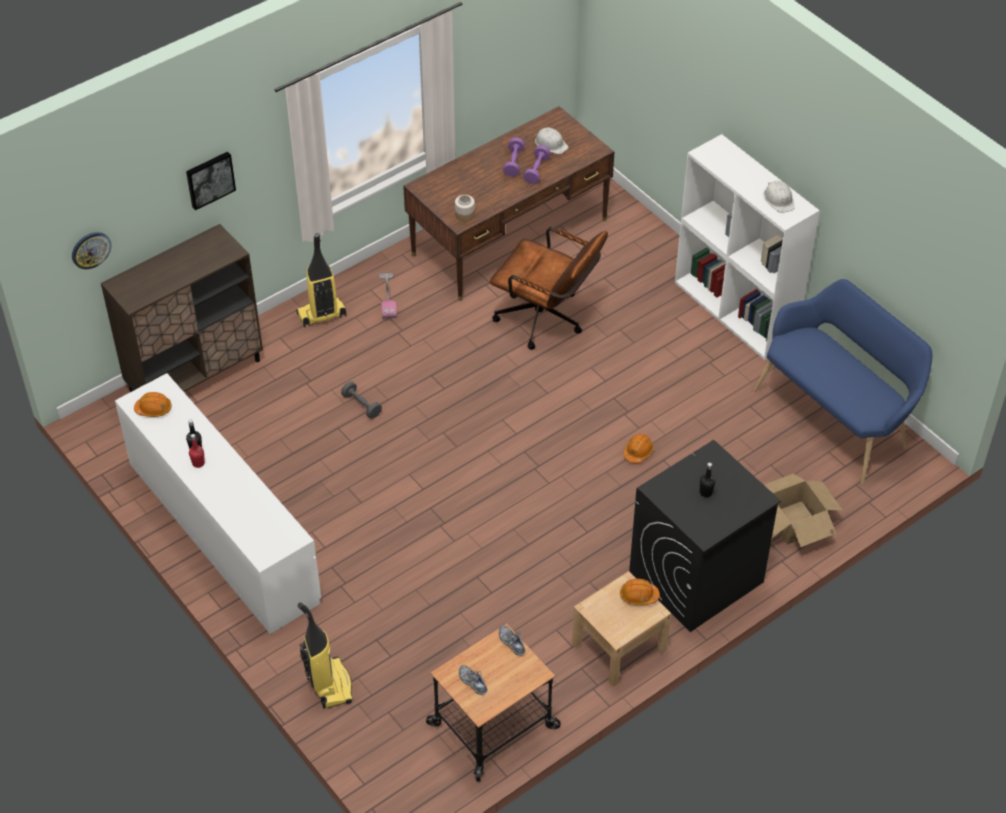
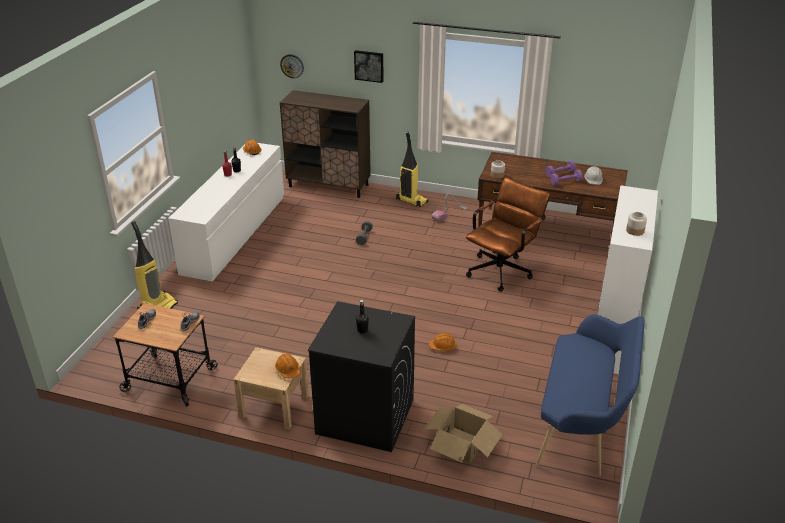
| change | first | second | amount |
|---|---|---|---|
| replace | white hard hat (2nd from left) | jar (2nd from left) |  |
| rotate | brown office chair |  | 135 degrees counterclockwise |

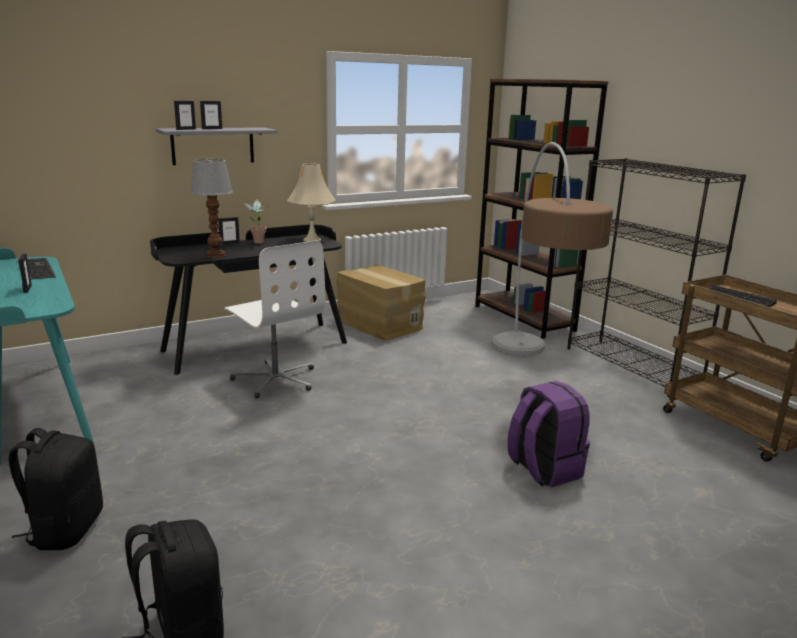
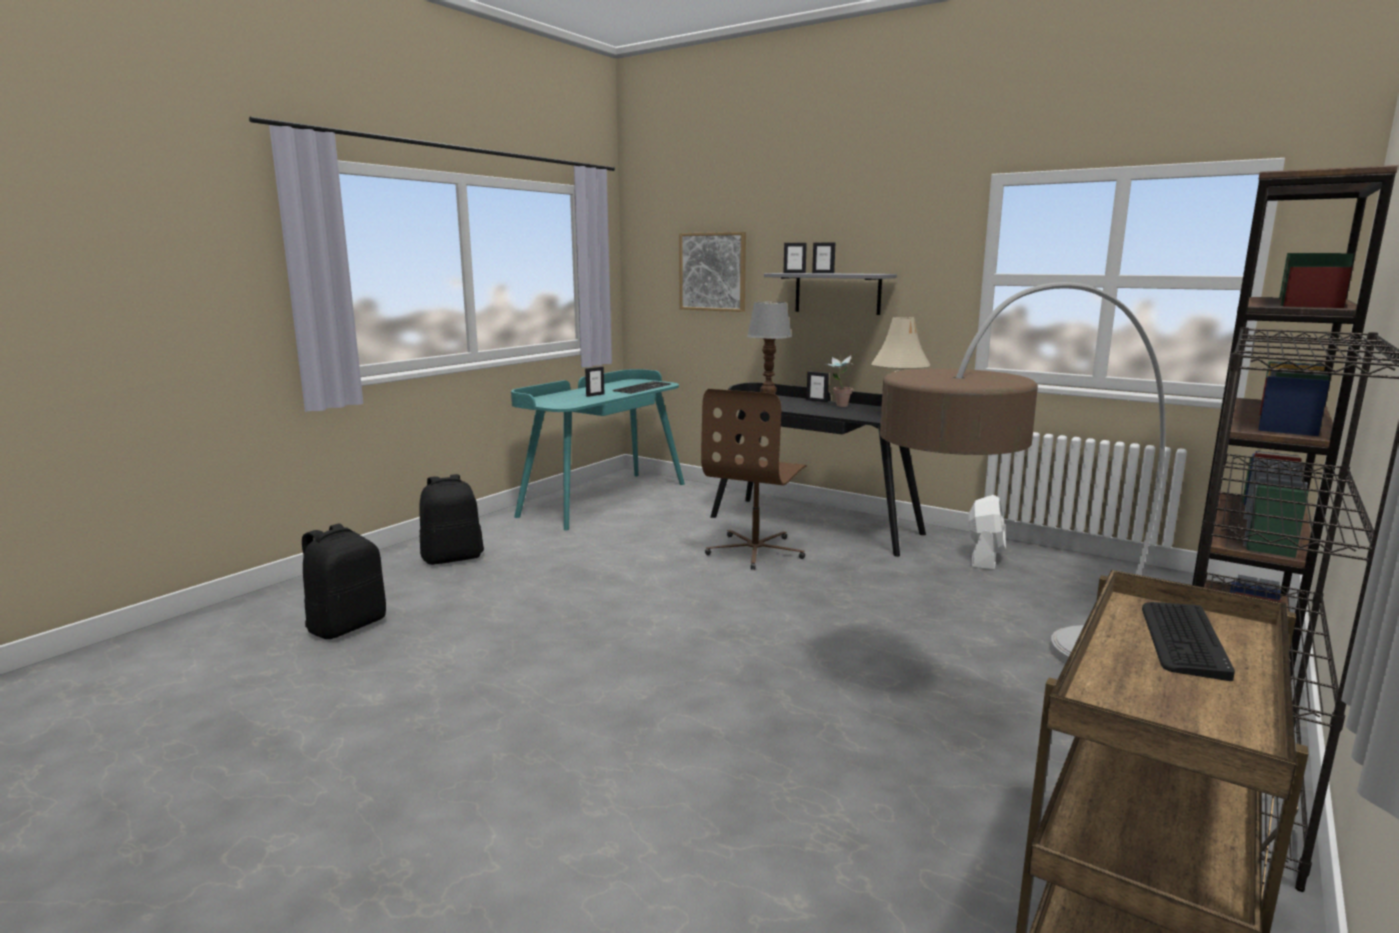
| change | first | second | amount |
|---|---|---|---|
| recolor | white office chair | brown office chair |  |
| replace | cardboard box | white fan |  |
| delete | purple backpack |  |  |
| insert |  | picture |  |

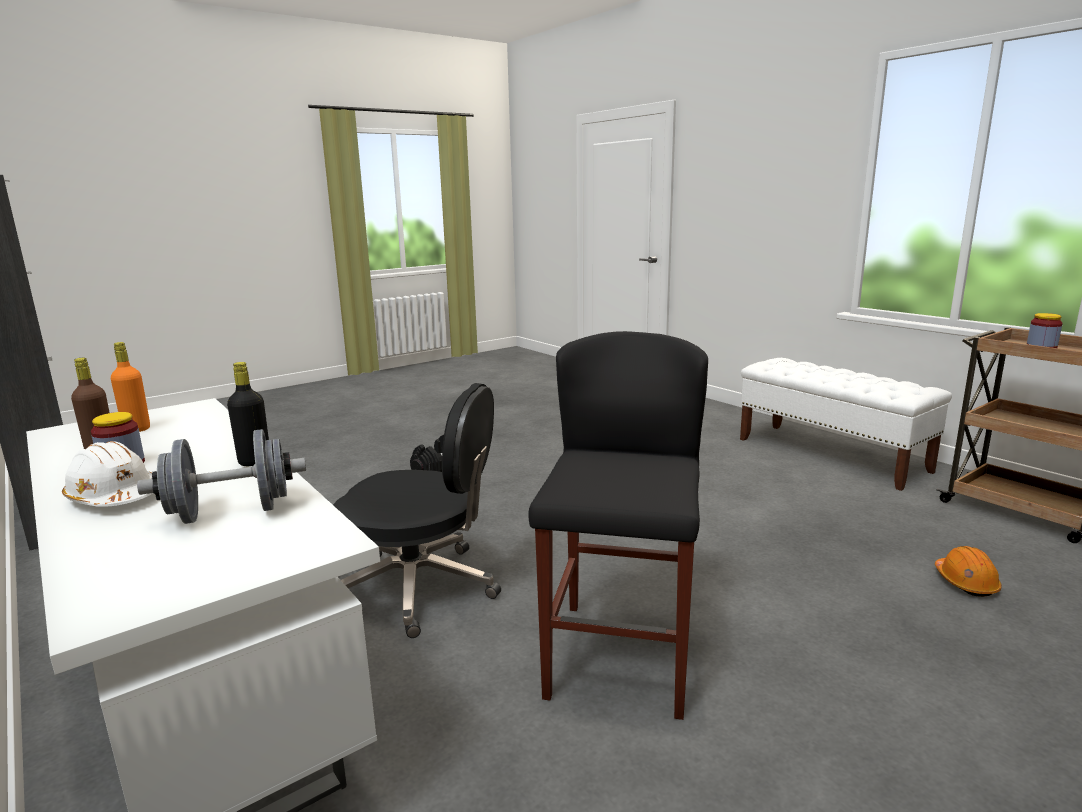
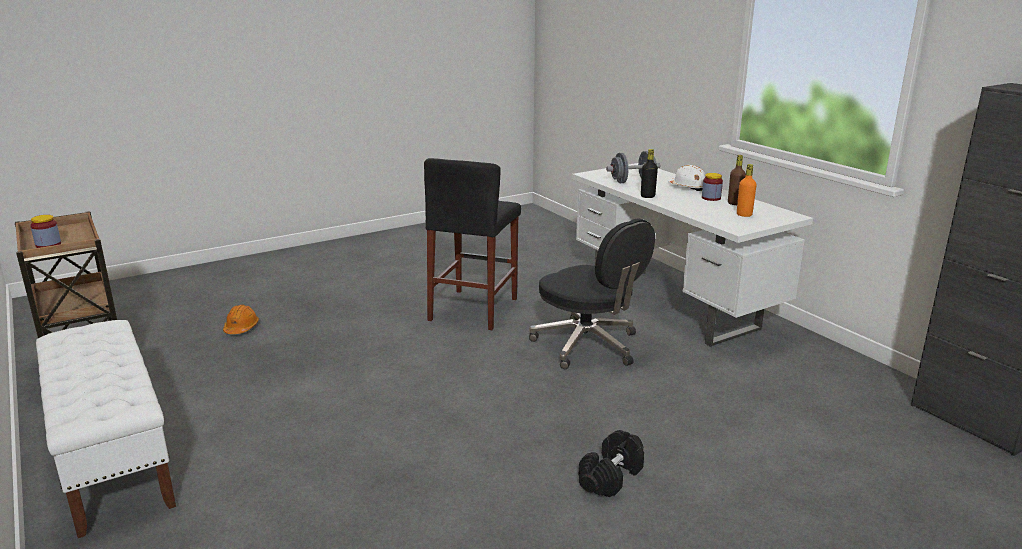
| change | first | second | amount |
|---|---|---|---|
| rotate | black office chair |  | 150 degrees counterclockwise |

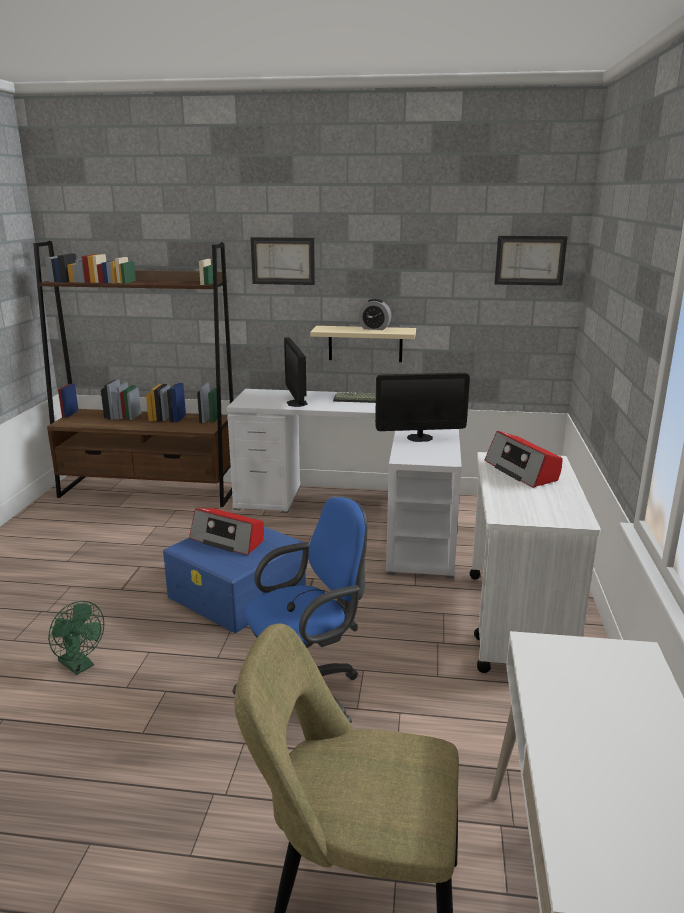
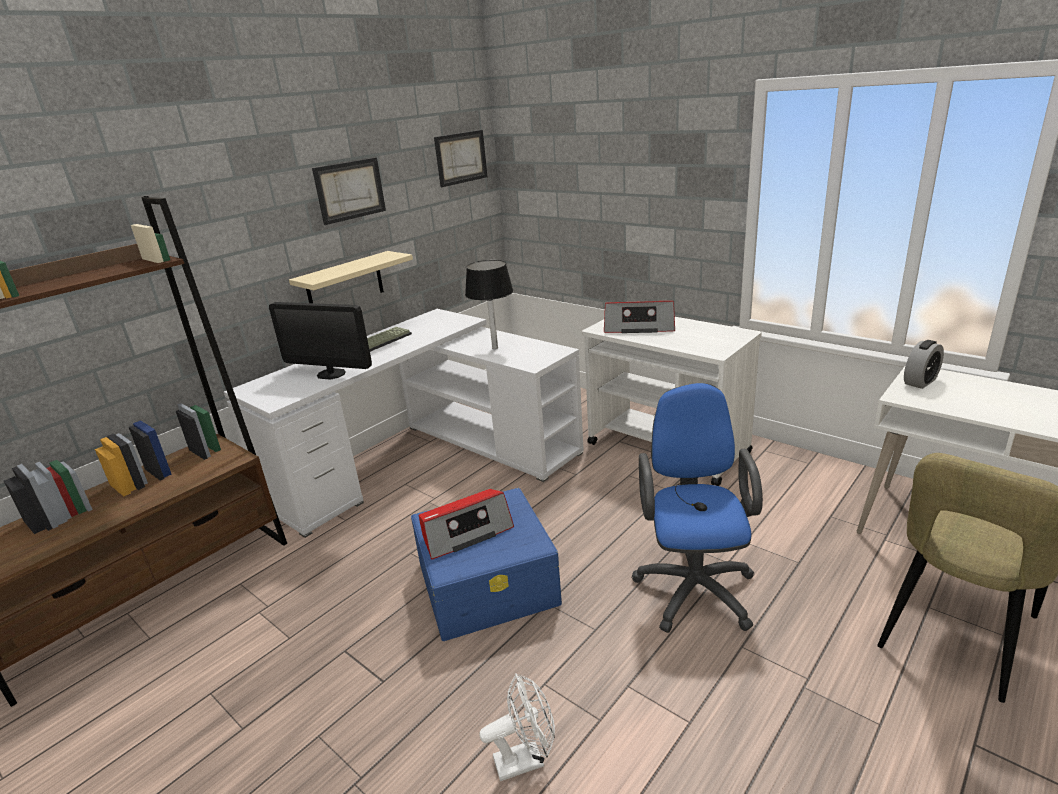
| change | first | second | amount |
|---|---|---|---|
| move | picture (1st from left) |  |  |
| move | alarm clock |  |  |
| replace | monitor (2nd from left) | black table lamp |  |
| recolor | green fan | white fan |  |

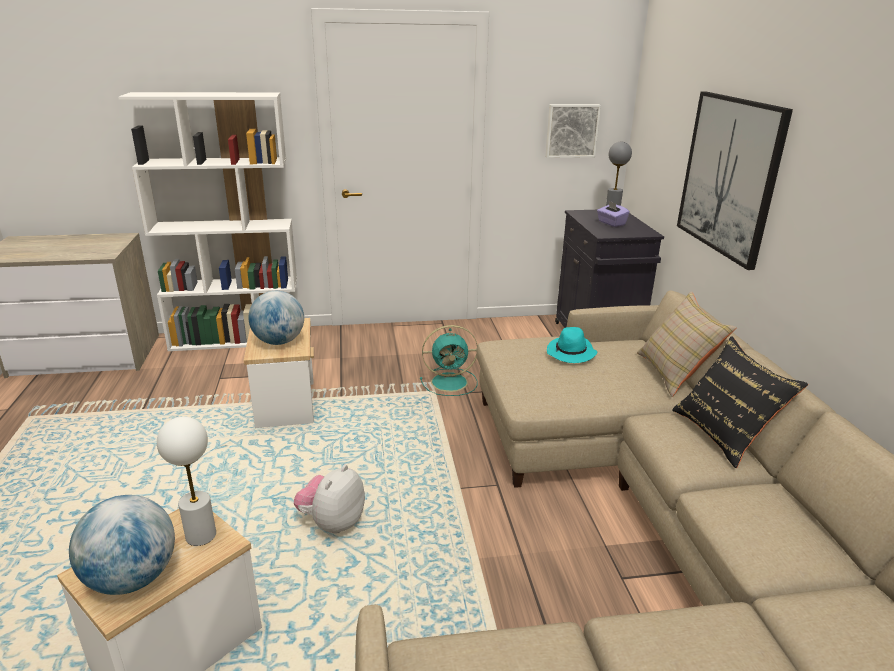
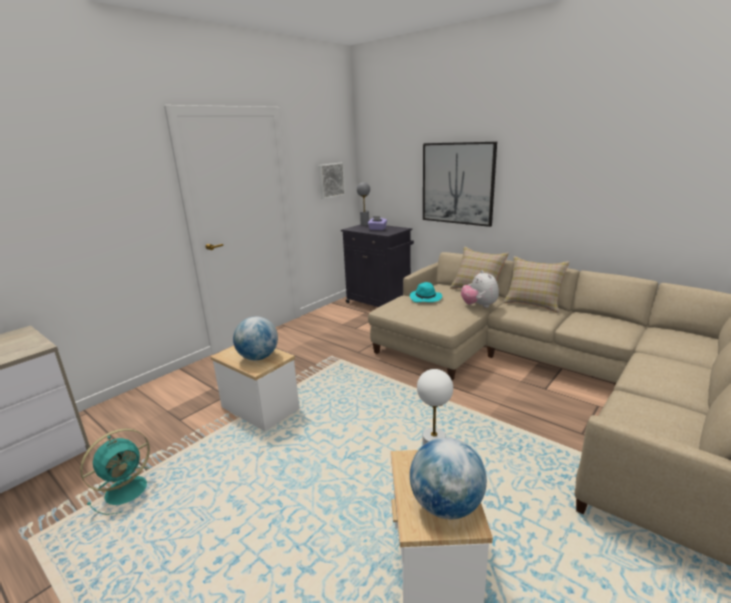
| change | first | second | amount |
|---|---|---|---|
| delete | white bookcase |  |  |
| move | turquoise fan |  |  |
| recolor | black pillow | beige pillow (2nd from left) |  |
| move | plush toy |  |  |

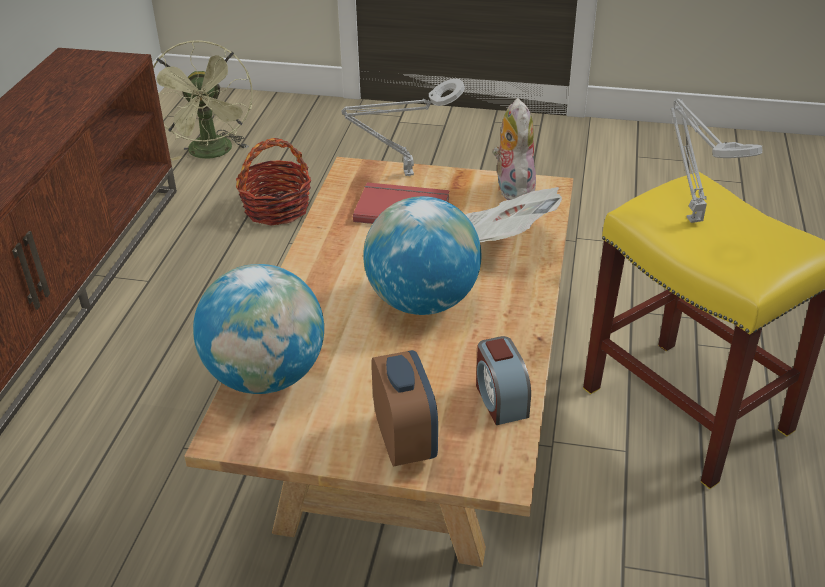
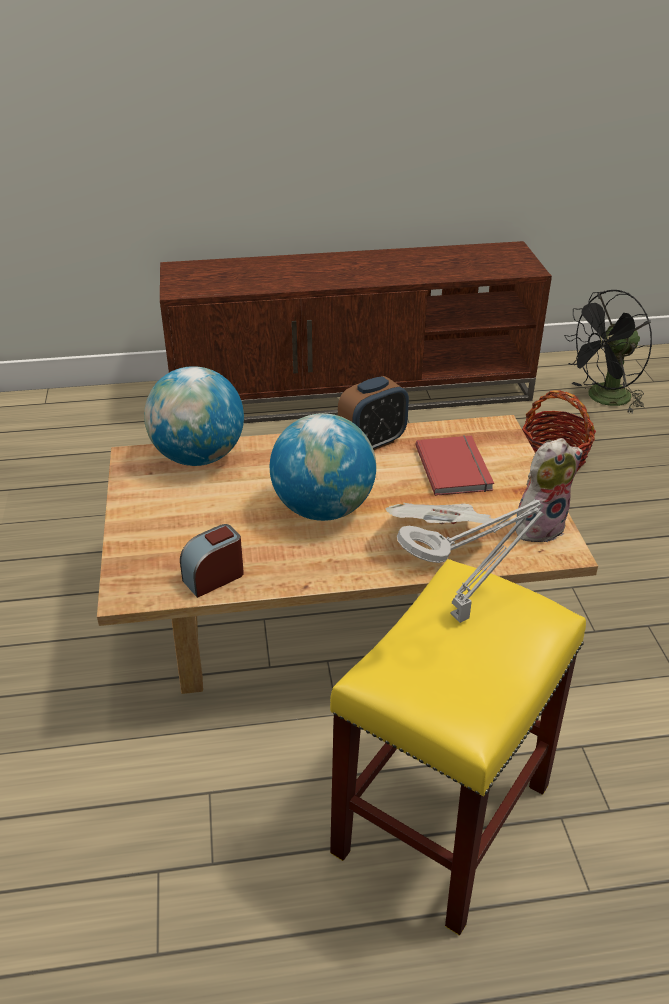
| change | first | second | amount |
|---|---|---|---|
| recolor | green fan | black fan |  |
| delete | grey table lamp (1st from left) |  |  |
| move | alarm clock (1st from left in the first image) | alarm clock (2nd from left) |  |

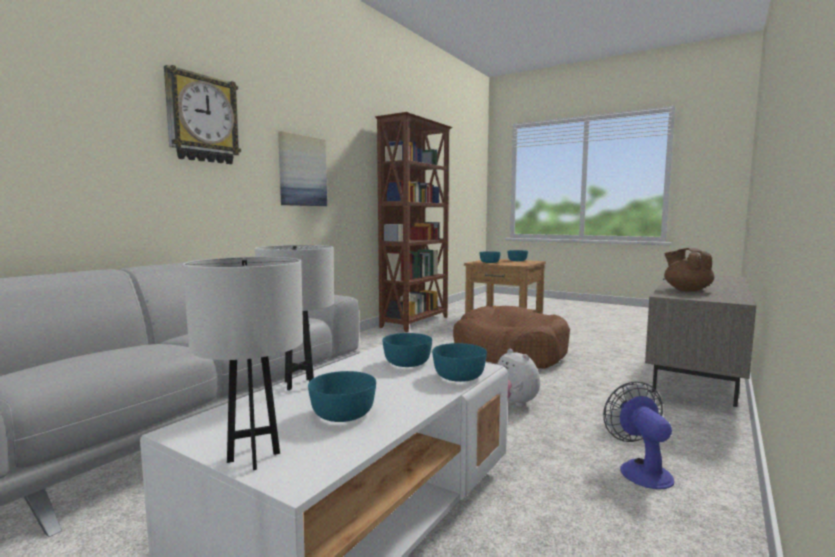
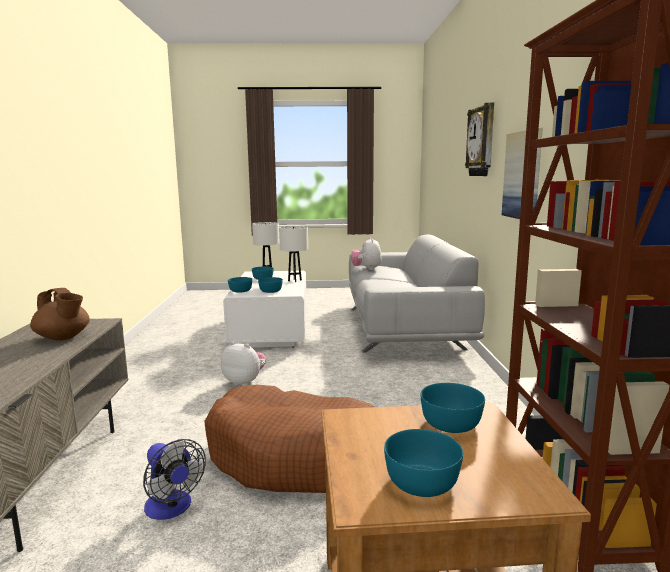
| change | first | second | amount |
|---|---|---|---|
| move | fan |  |  |
| insert |  | plush toy (2nd from left) |  |

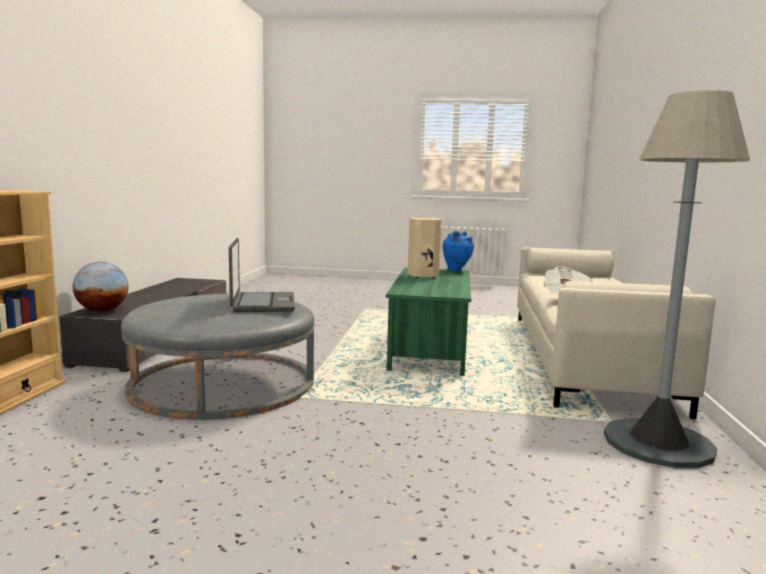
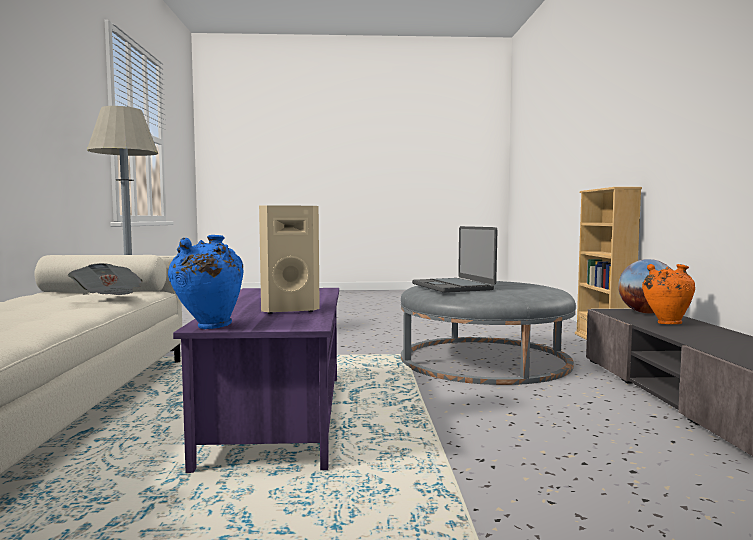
| change | first | second | amount |
|---|---|---|---|
| recolor | green coffee table | purple coffee table |  |
| insert |  | orange vase |  |

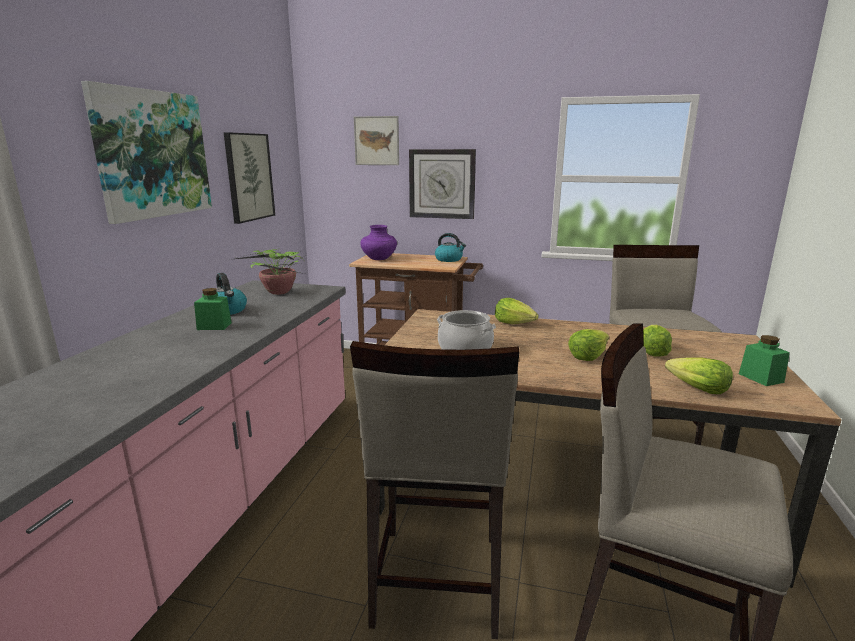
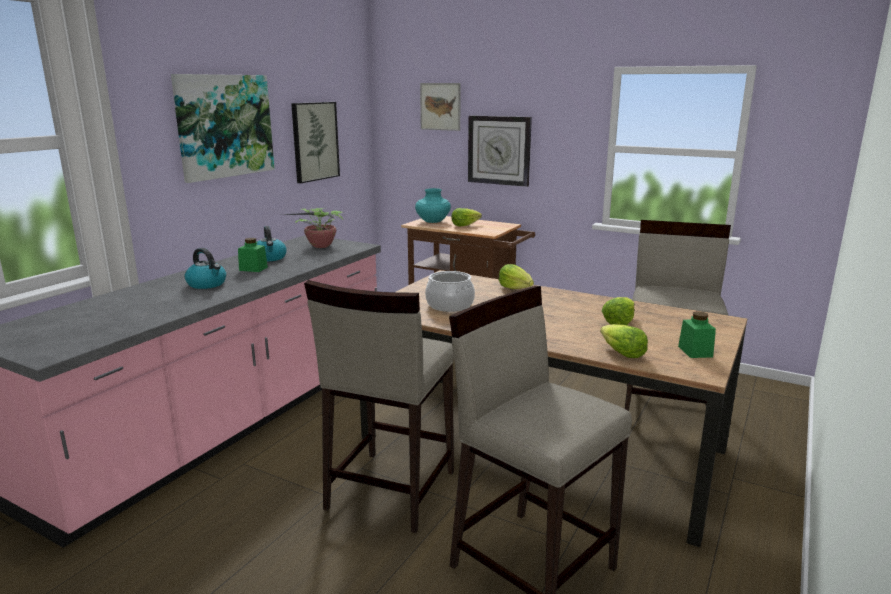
| change | first | second | amount |
|---|---|---|---|
| recolor | purple vase | turquoise vase |  |
| move | kettle (2nd from left in the first image) | kettle (1st from left) |  |
| move | lettuce (2nd from left in the first image) | lettuce (1st from left) |  |

